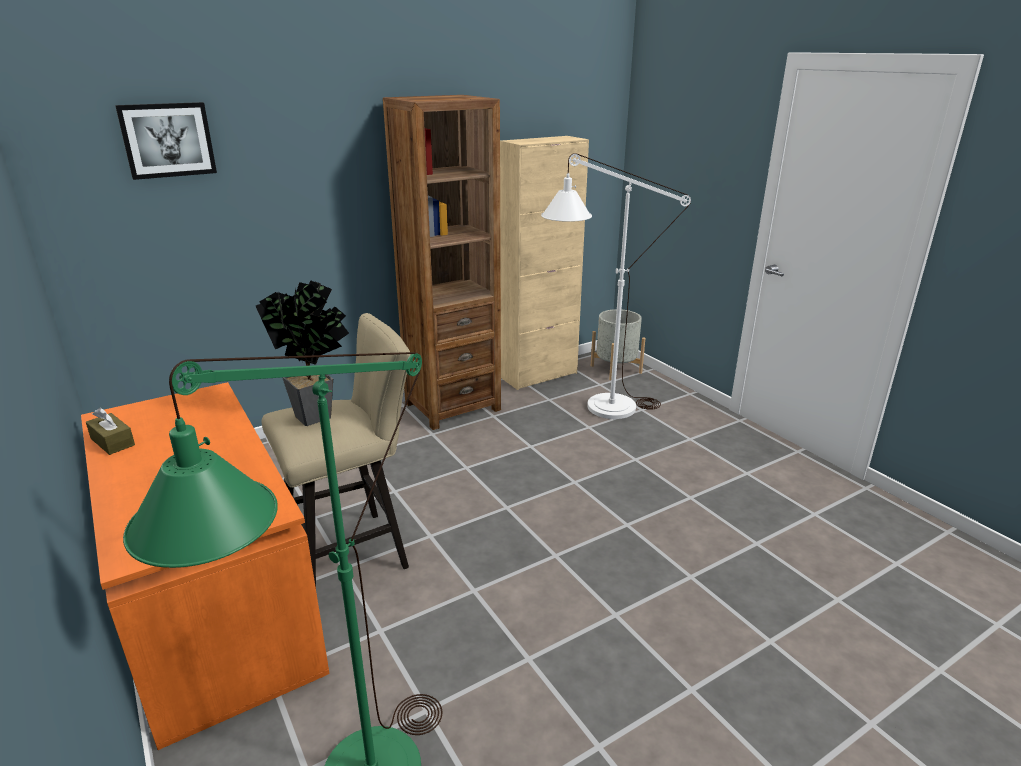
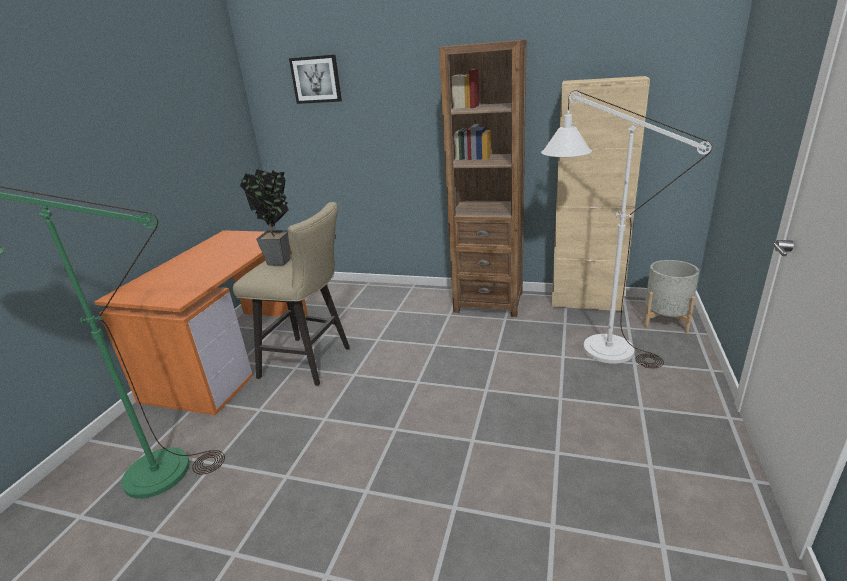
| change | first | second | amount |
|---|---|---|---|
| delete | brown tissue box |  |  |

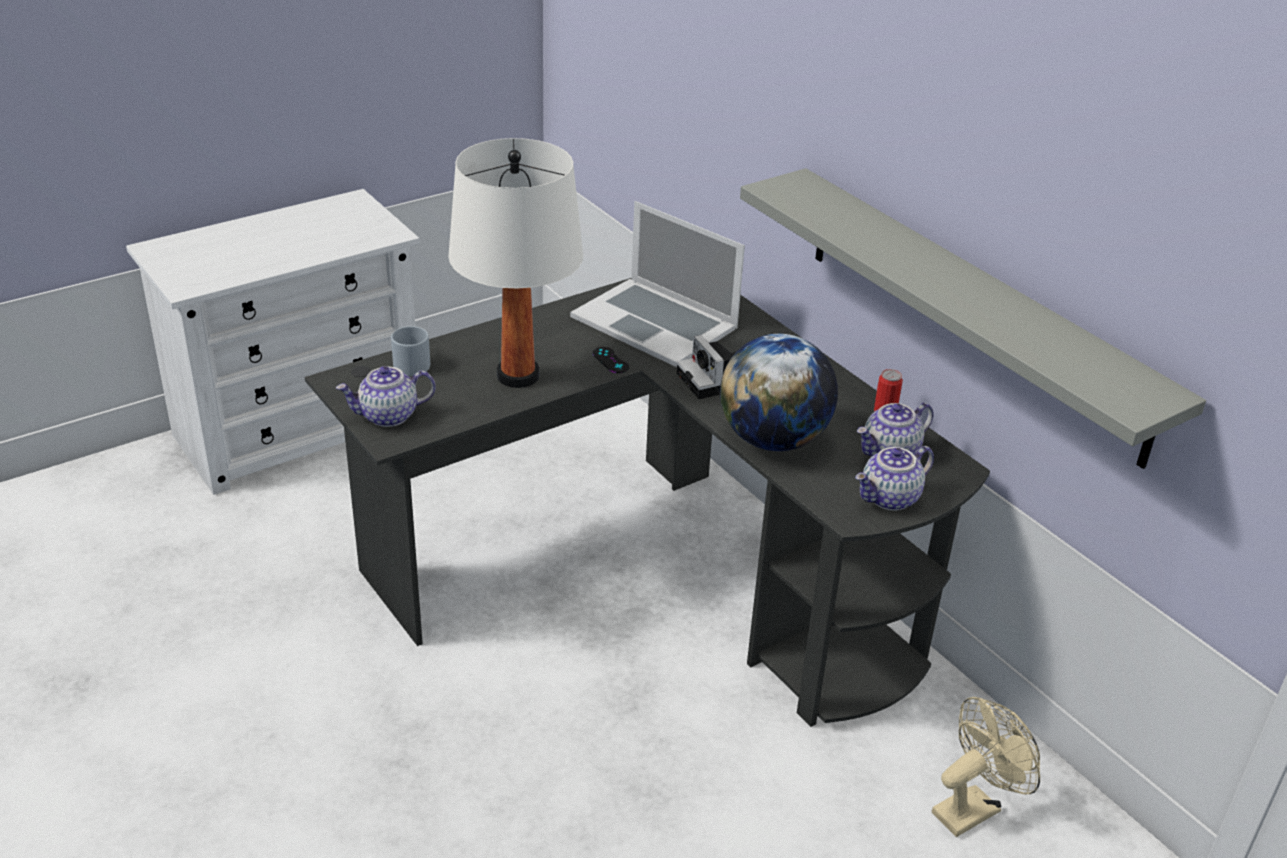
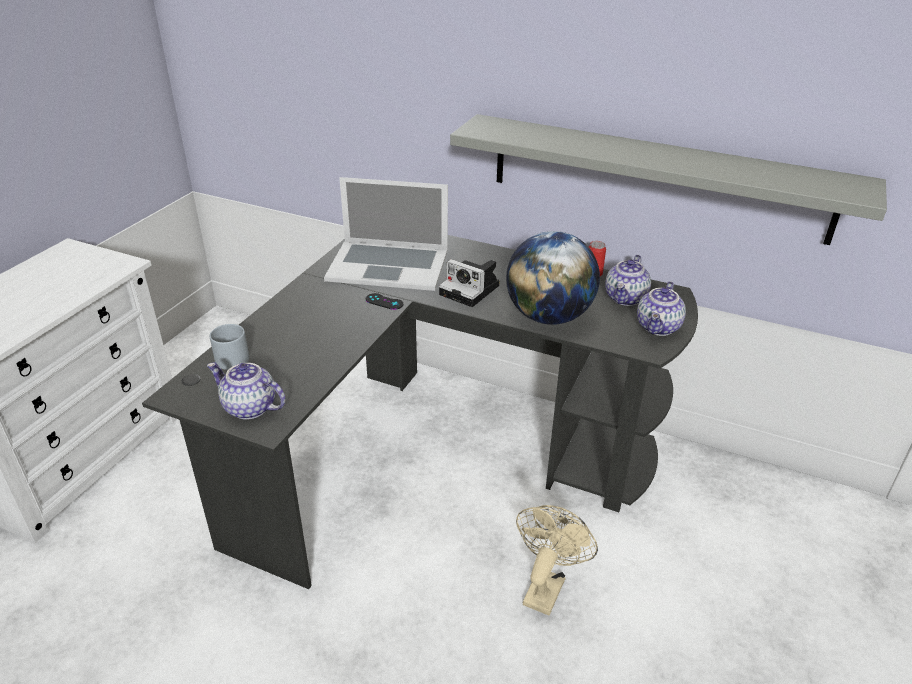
| change | first | second | amount |
|---|---|---|---|
| delete | white table lamp |  |  |
| rotate | teapot (1st from left) |  | 75 degrees clockwise |
| move | beige fan |  |  |

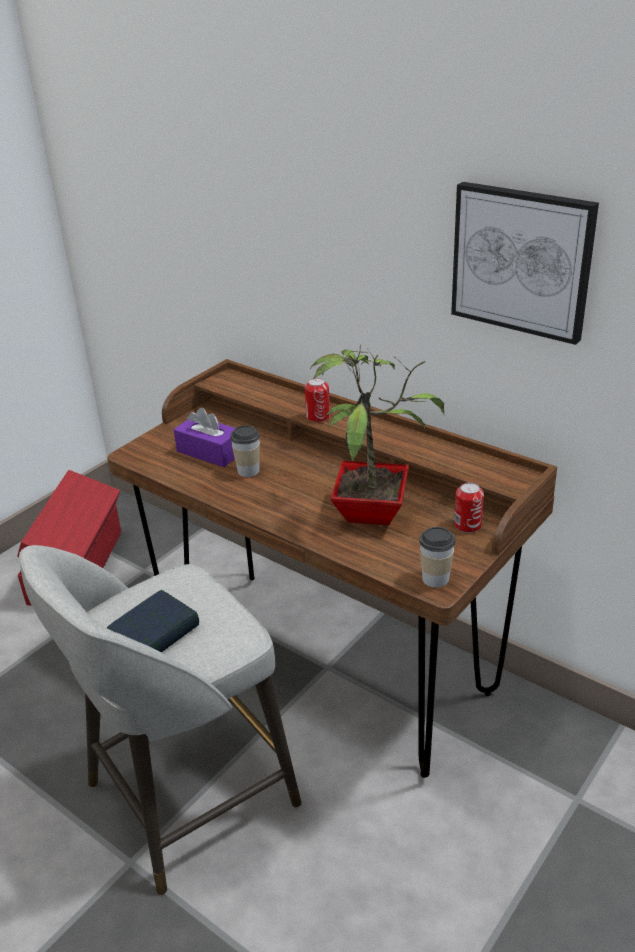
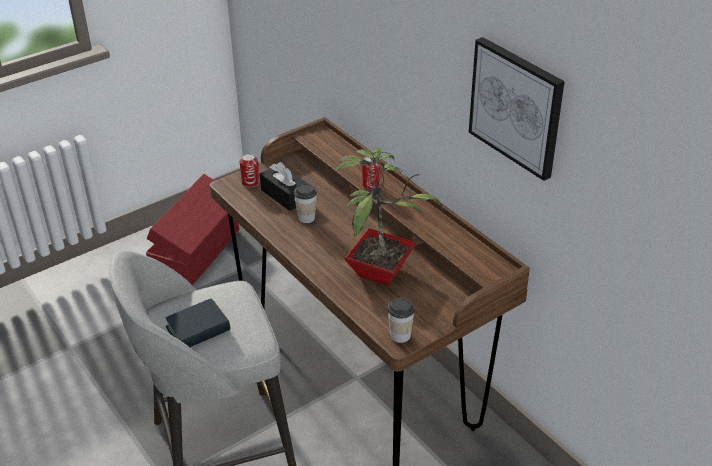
| change | first | second | amount |
|---|---|---|---|
| recolor | purple tissue box | black tissue box |  |
| move | can (2nd from left in the first image) | can (1st from left) |  |

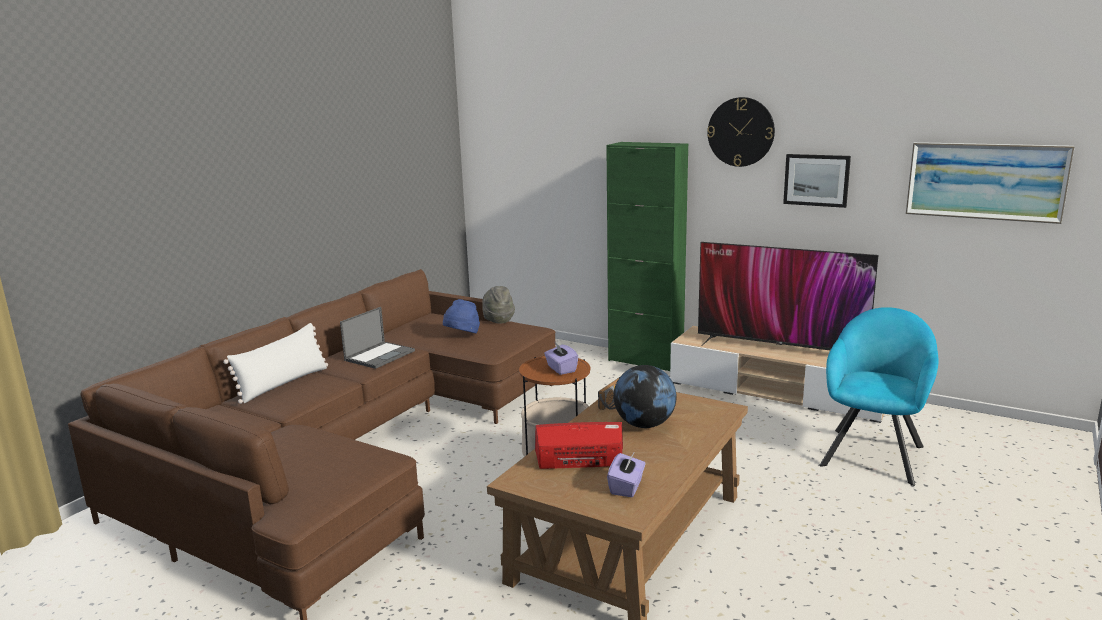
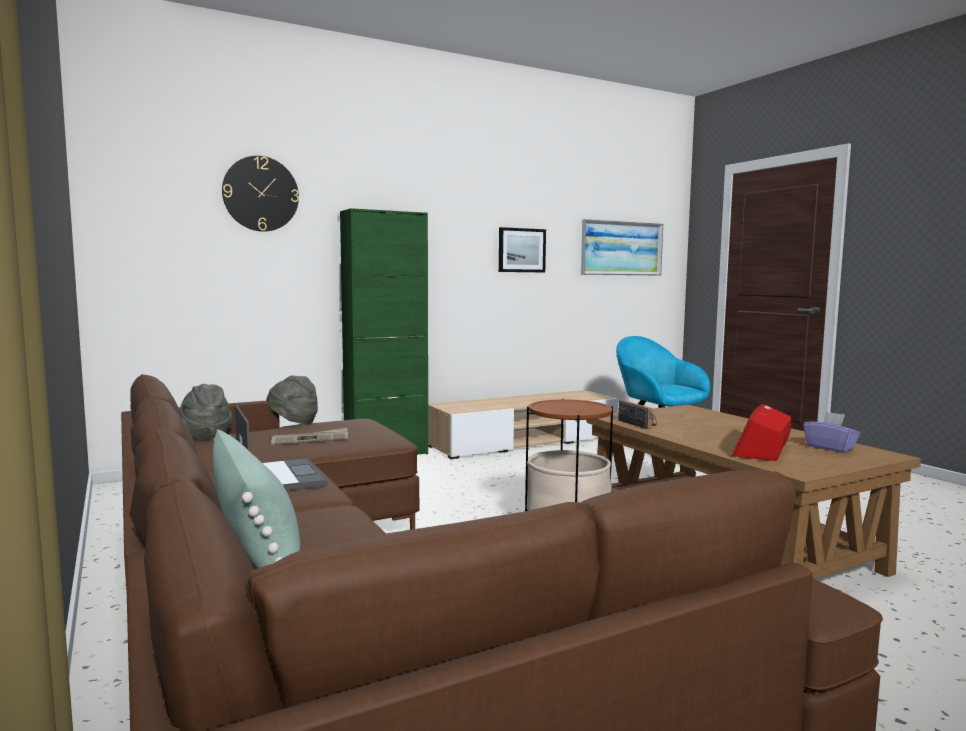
| change | first | second | amount |
|---|---|---|---|
| move | wall clock |  |  |
| delete | television |  |  |
| replace | blue hat | newspaper |  |
| recolor | white pillow | green pillow |  |
| delete | purple tissue box (1st from left) |  |  |
| delete | globe |  |  |
| insert |  | grey hat (1st from left) |  |

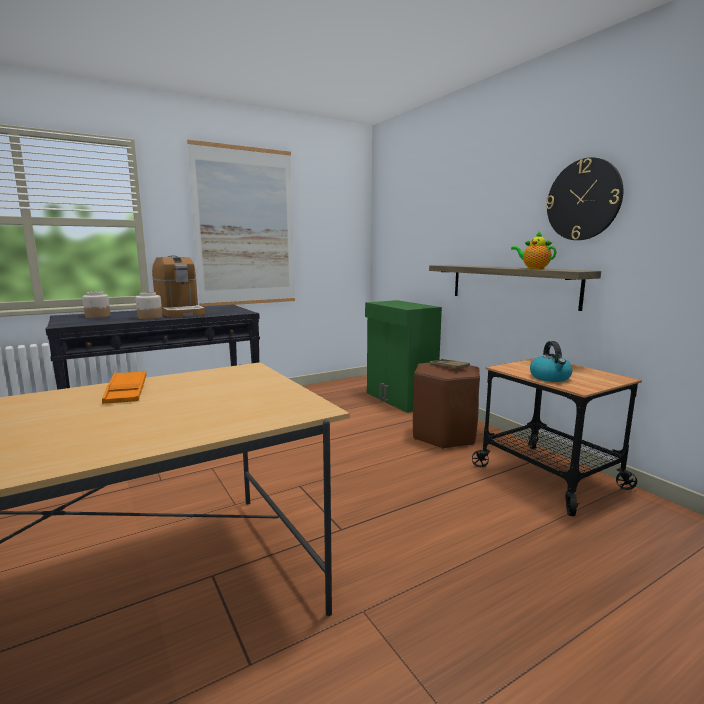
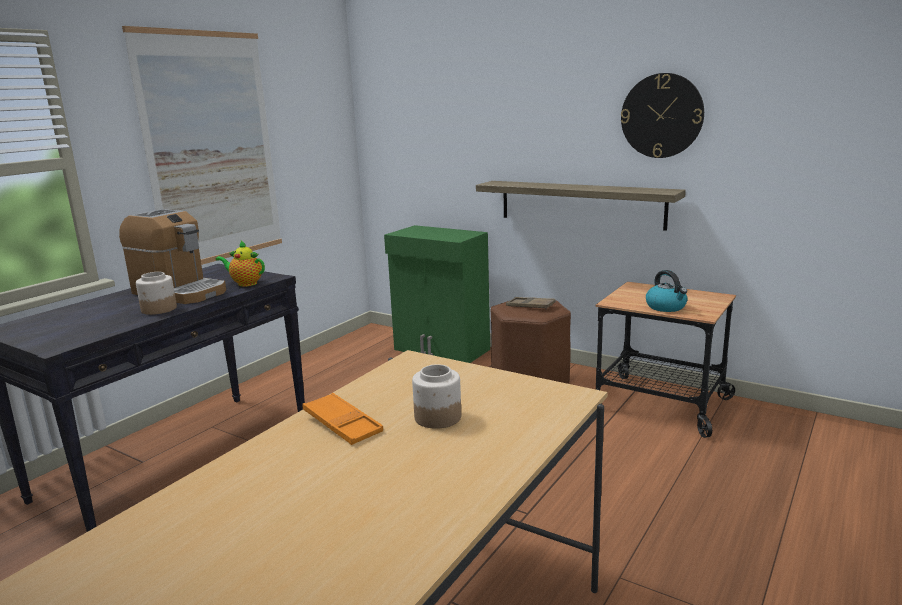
| change | first | second | amount |
|---|---|---|---|
| move | teapot |  |  |
| move | jar (1st from left in the first image) | jar (2nd from left) |  |

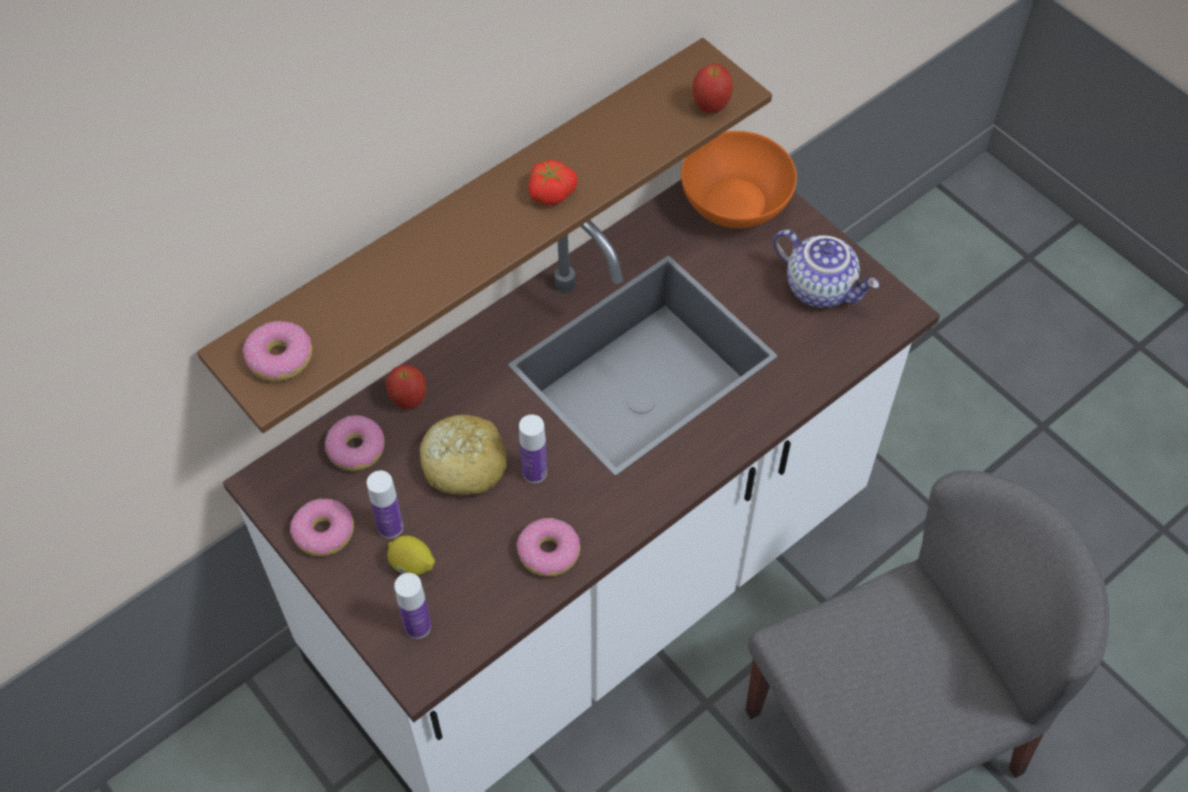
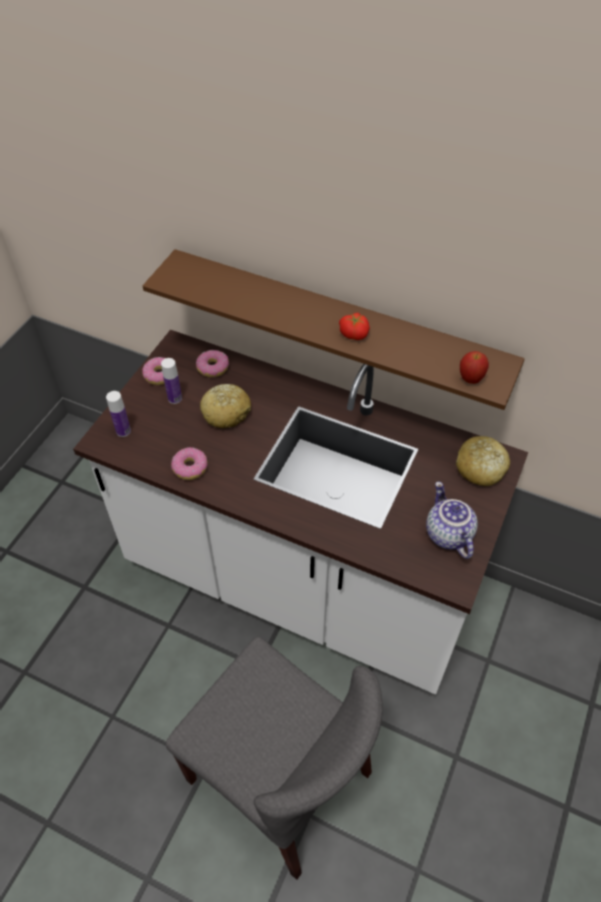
| change | first | second | amount |
|---|---|---|---|
| replace | orange bowl | bread (2nd from left) |  |
| rotate | teapot |  | 150 degrees clockwise |
| delete | donut (1st from left) |  |  |
| delete | apple (1st from left) |  |  |
| delete | bottle (3rd from left) |  |  |
| delete | lemon |  |  |

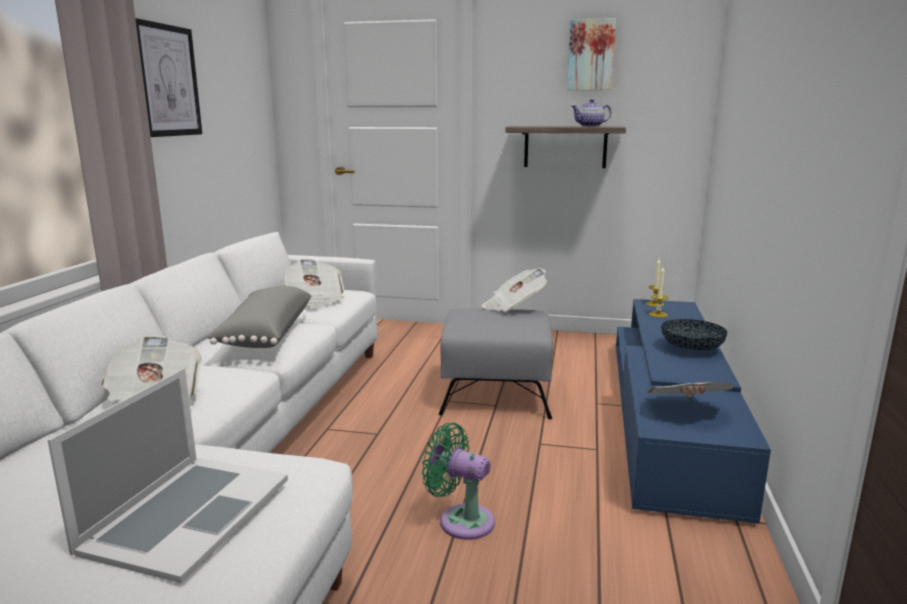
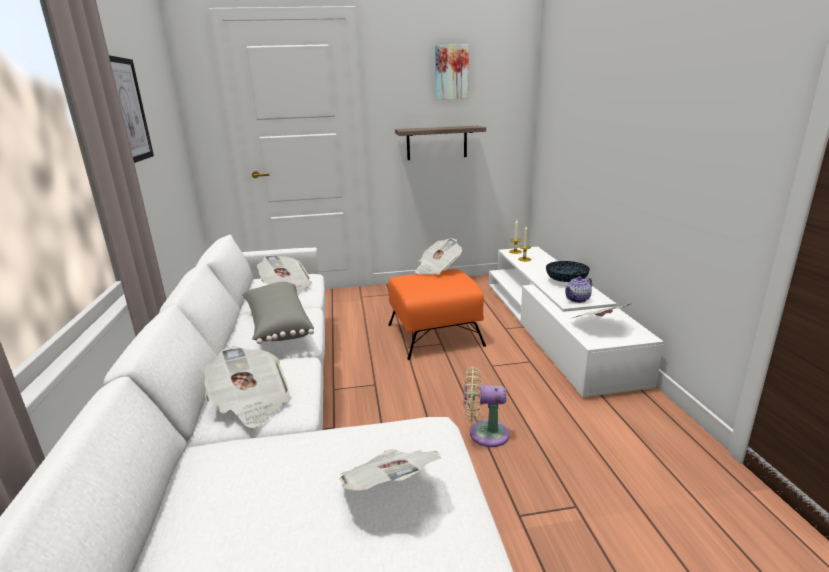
| change | first | second | amount |
|---|---|---|---|
| move | teapot |  |  |
| recolor | blue tv stand | white tv stand |  |
| recolor | grey ottoman | orange ottoman |  |
| replace | laptop | newspaper (3rd from left) |  |
| recolor | green fan | beige fan |  |

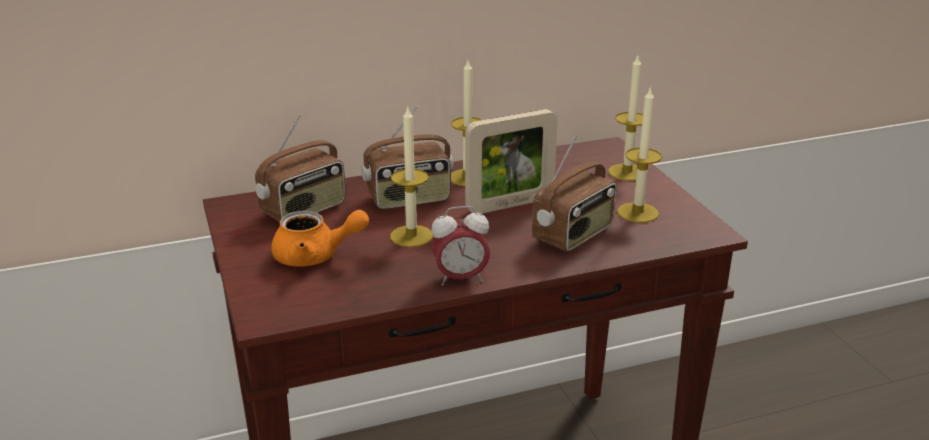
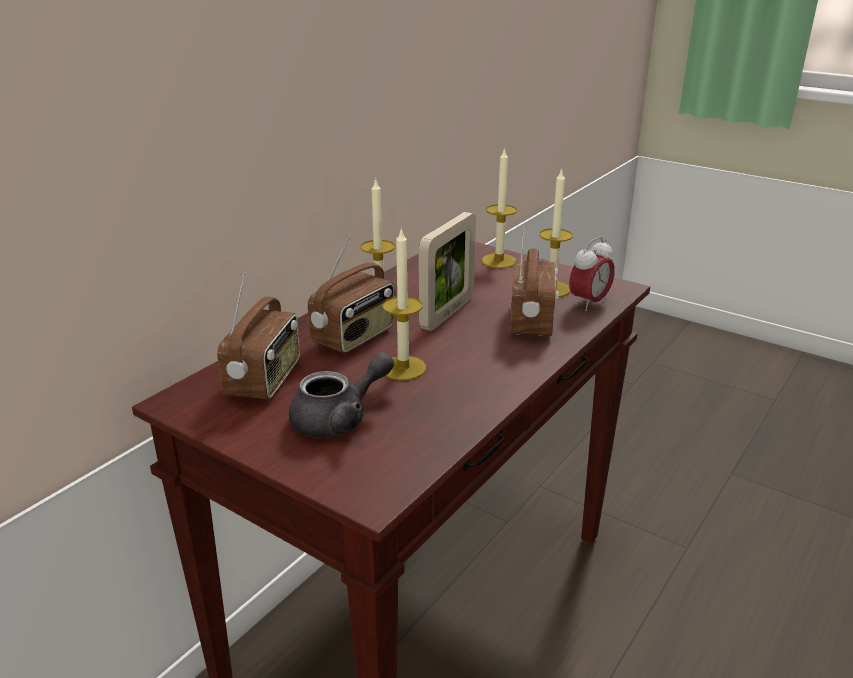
| change | first | second | amount |
|---|---|---|---|
| move | alarm clock |  |  |
| recolor | orange teapot | grey teapot |  |

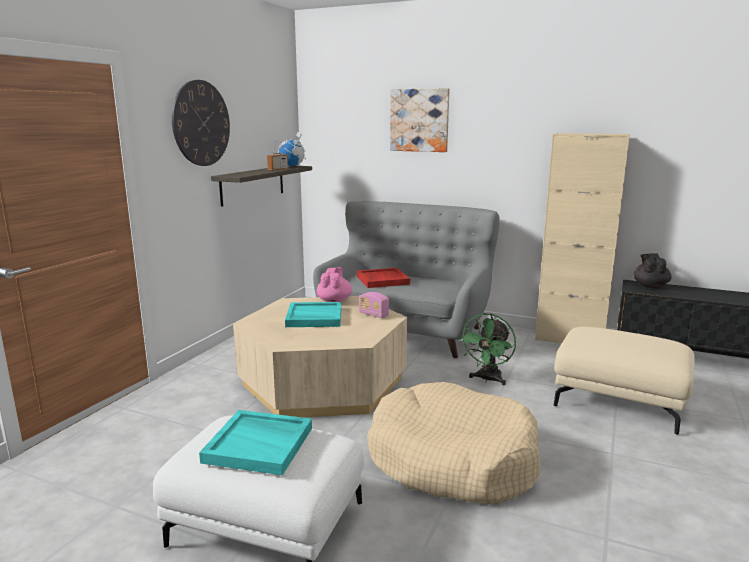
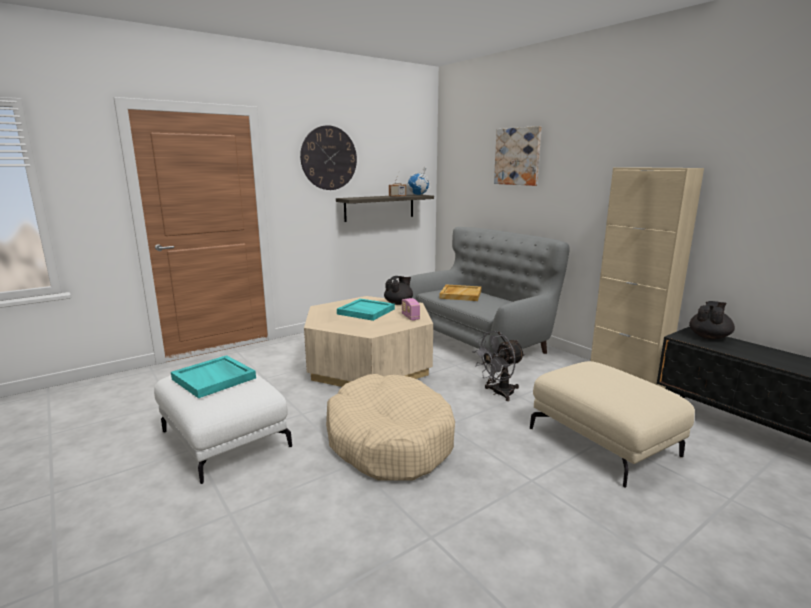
| change | first | second | amount |
|---|---|---|---|
| recolor | pink teapot | black teapot (1st from left) |  |
| recolor | red tray | beige tray |  |
| recolor | green fan | grey fan |  |

